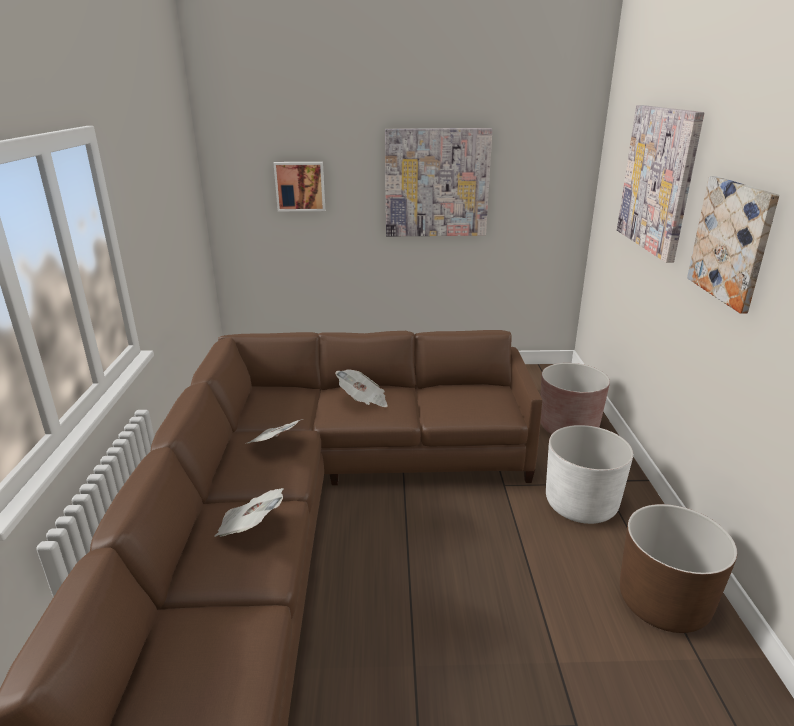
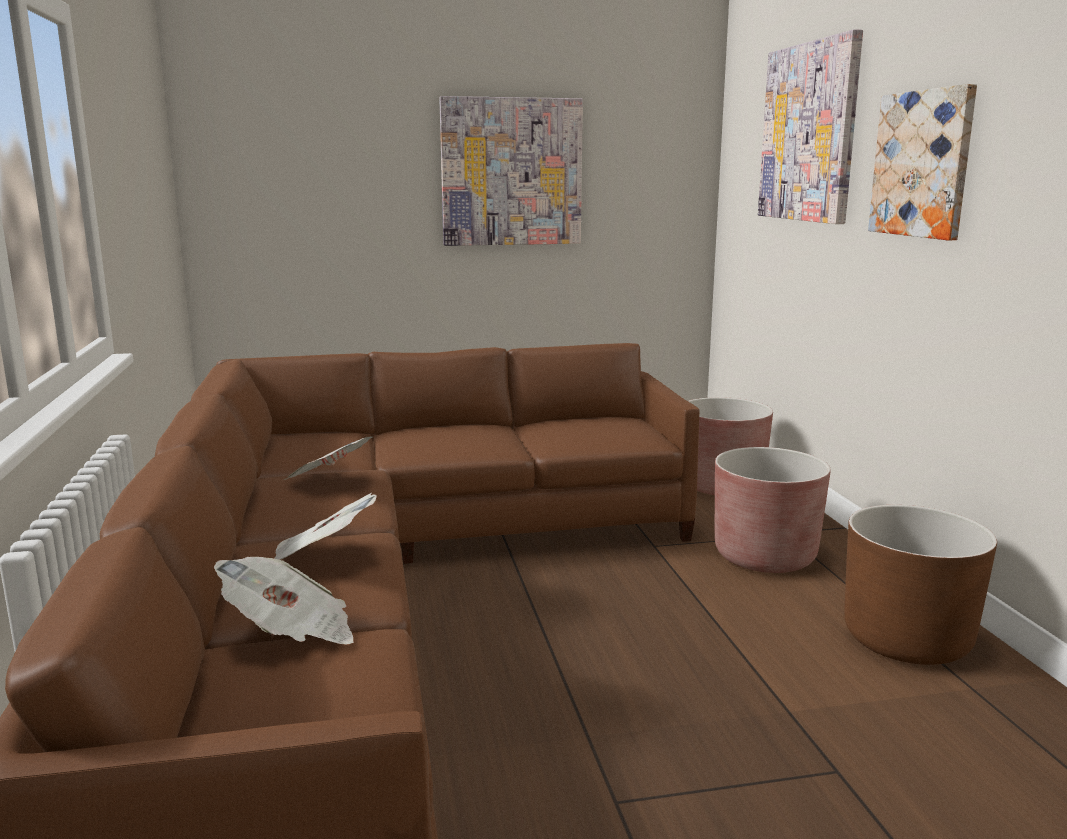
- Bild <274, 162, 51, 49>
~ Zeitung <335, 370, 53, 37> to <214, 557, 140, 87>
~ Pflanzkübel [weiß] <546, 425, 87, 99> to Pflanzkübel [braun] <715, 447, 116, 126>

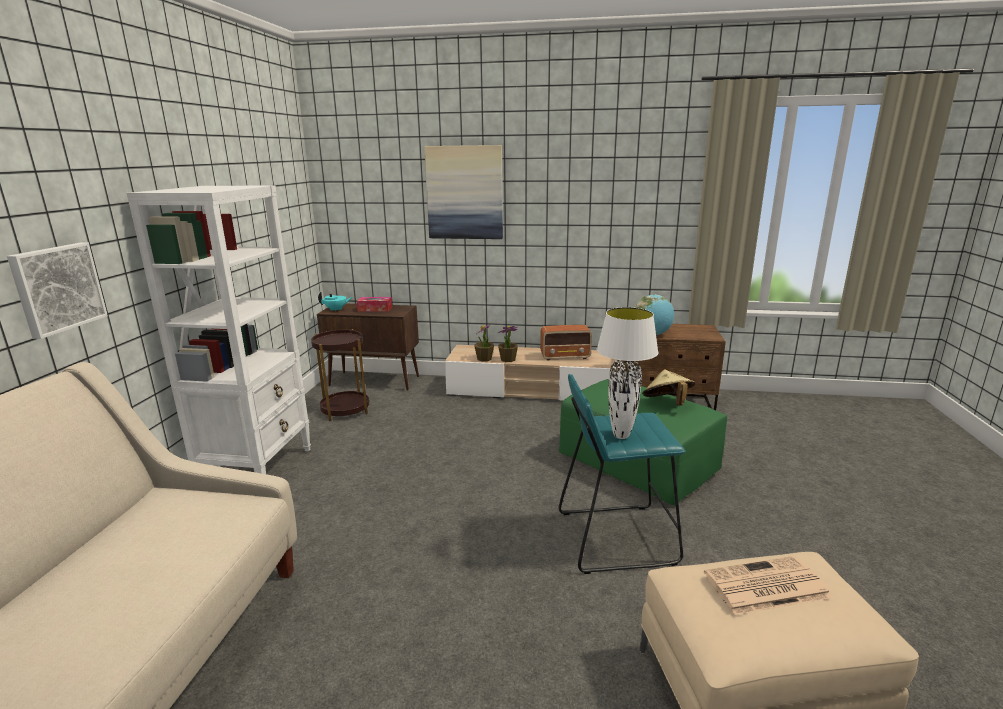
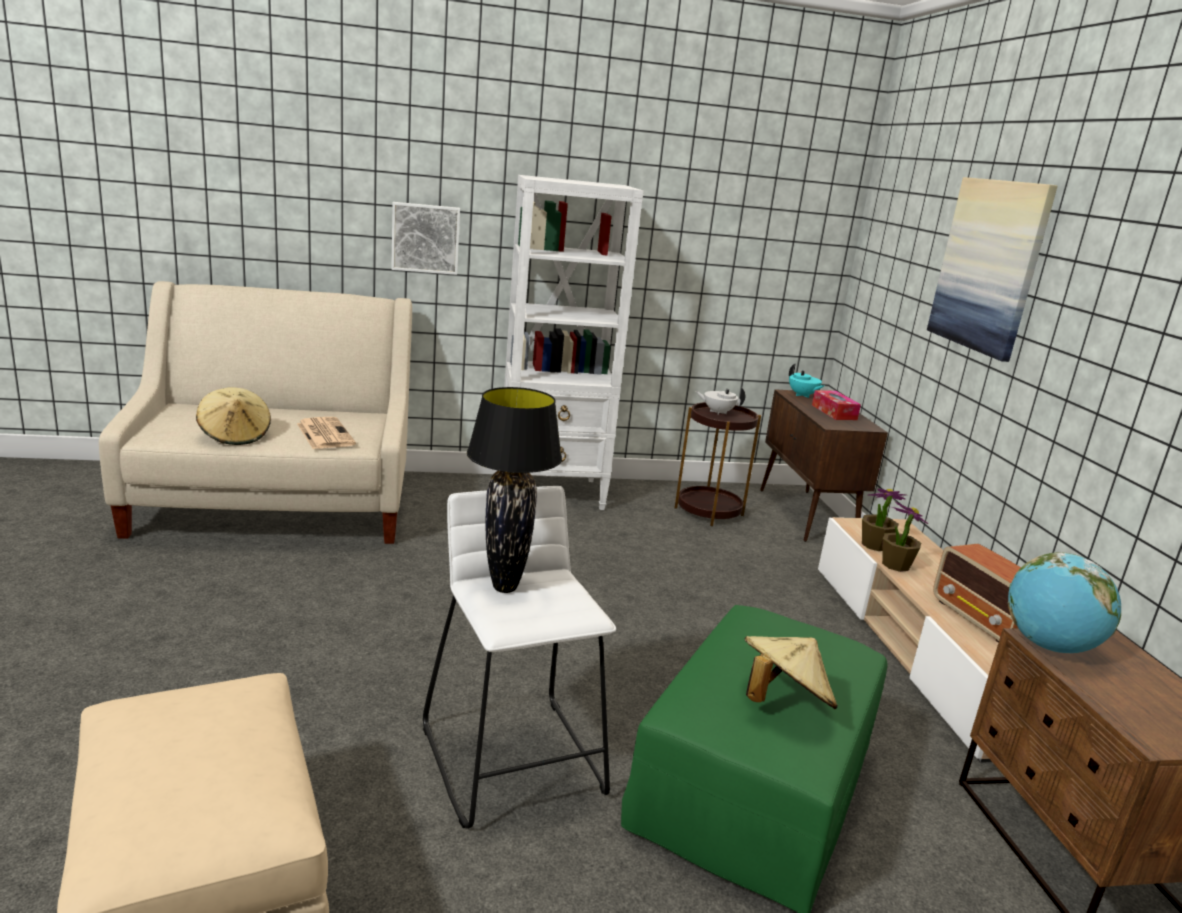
~ Tischlampe [weiß] <597, 307, 61, 132> to Tischlampe [schwarz] <467, 387, 95, 206>
~ Hocker [türkis] <558, 374, 128, 200> to Hocker [weiß] <423, 486, 193, 343>
~ Zeitung <704, 556, 128, 59> to <297, 417, 59, 32>
+ Hut [beige] <196, 387, 75, 58>
+ Teekanne [weiß] <695, 387, 50, 28>

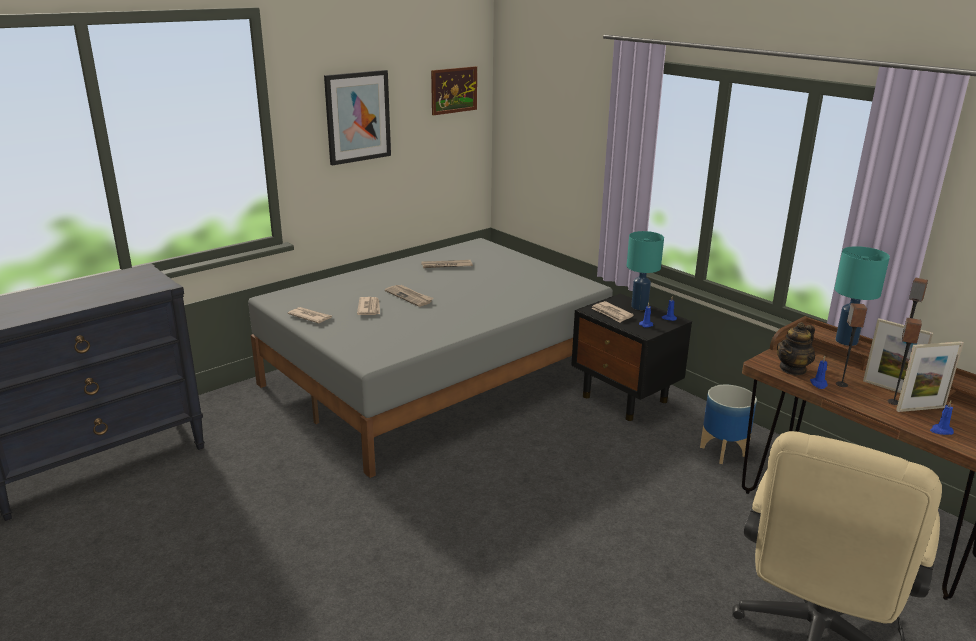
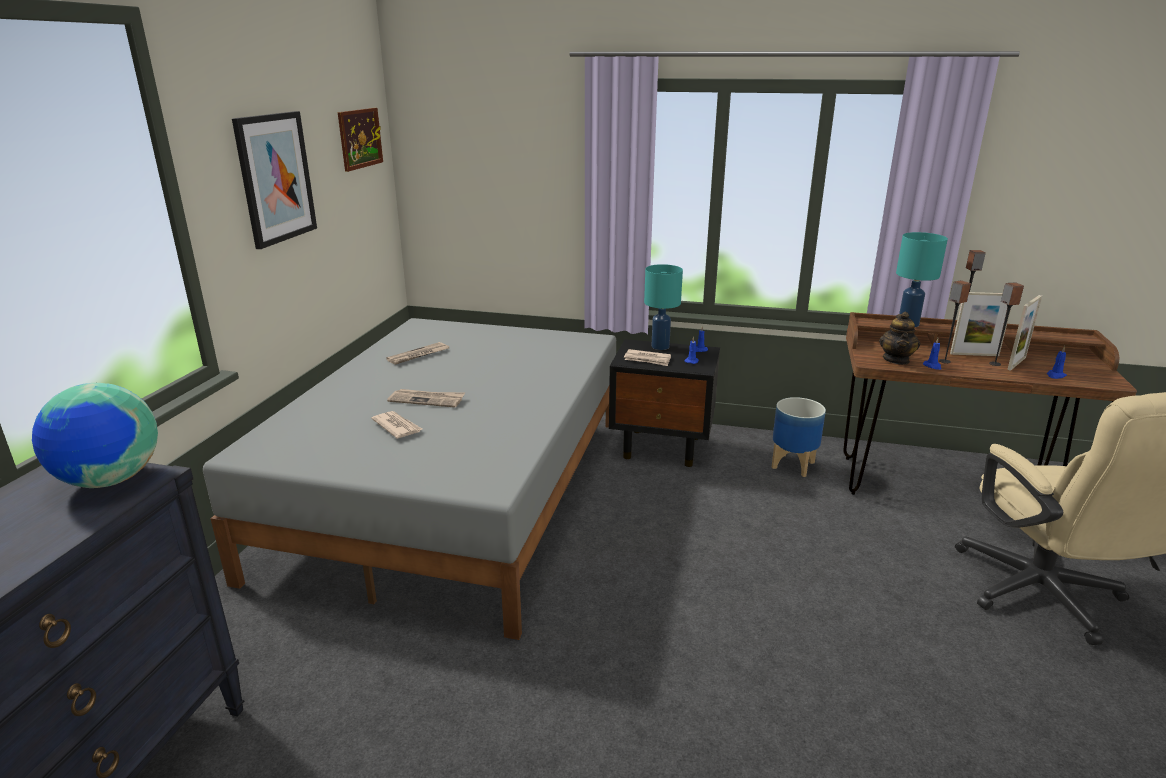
- Zeitung <288, 307, 44, 16>
+ Globus <32, 383, 126, 105>

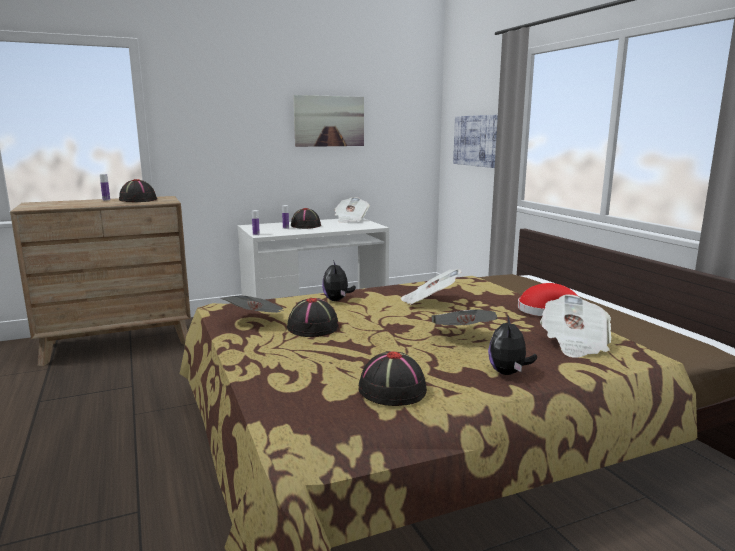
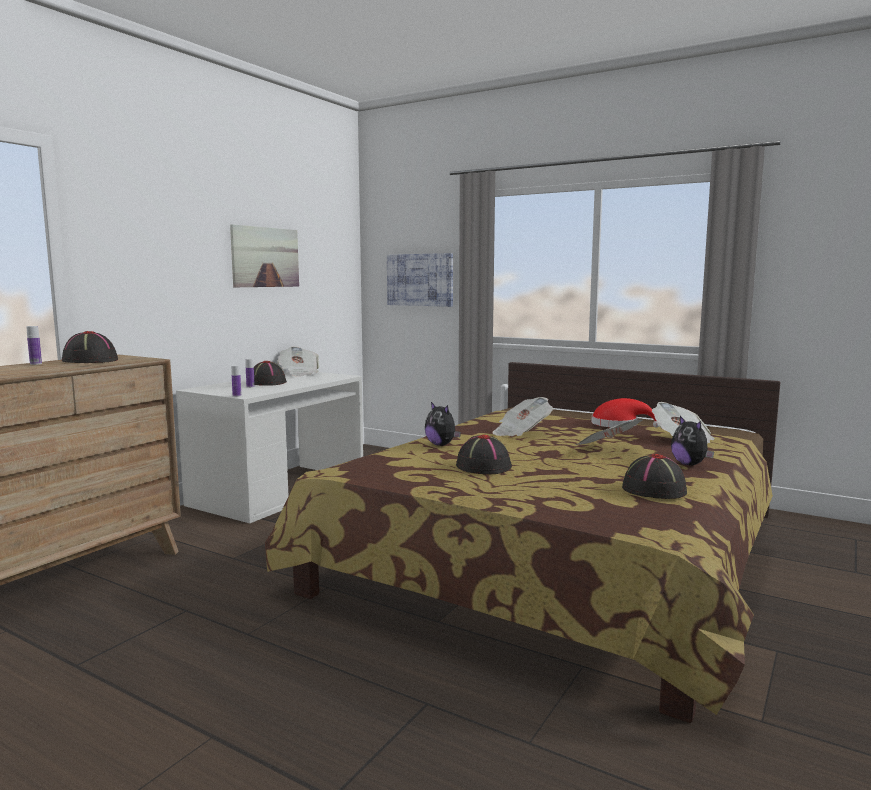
- Zeitung <220, 296, 64, 17>

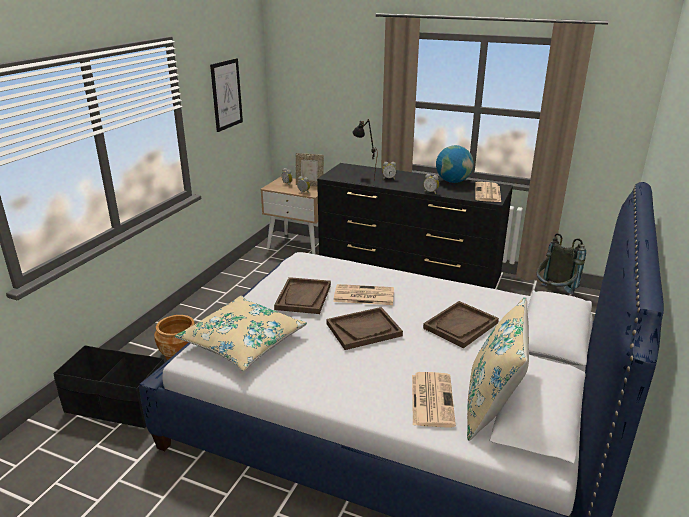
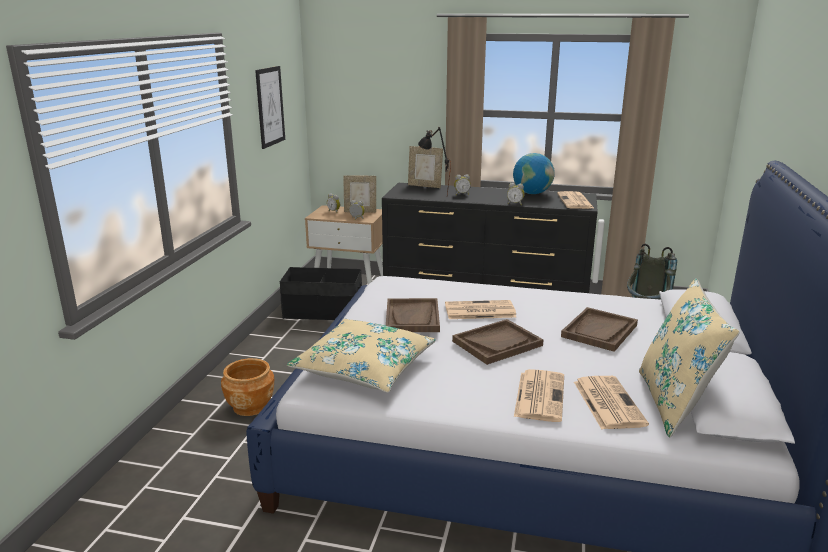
~ Aufbewahrungsbox [schwarz] <53, 345, 111, 83> to <280, 267, 82, 53>
+ Bilderrahmen <408, 146, 35, 42>
+ Zeitung <514, 369, 50, 53>

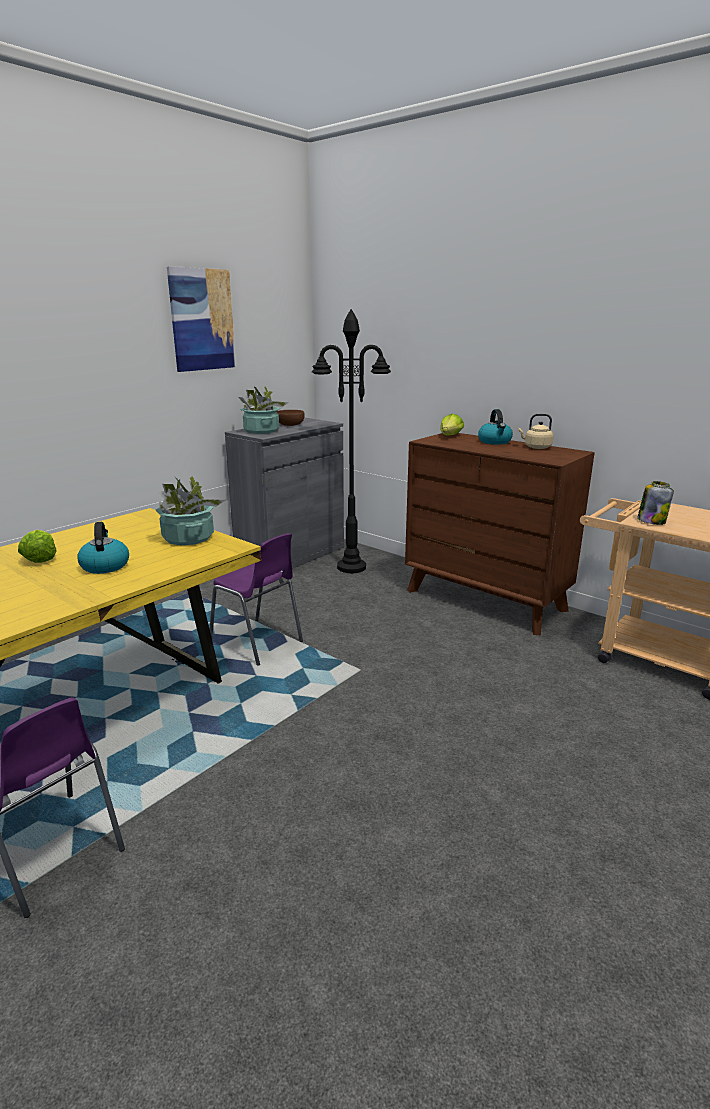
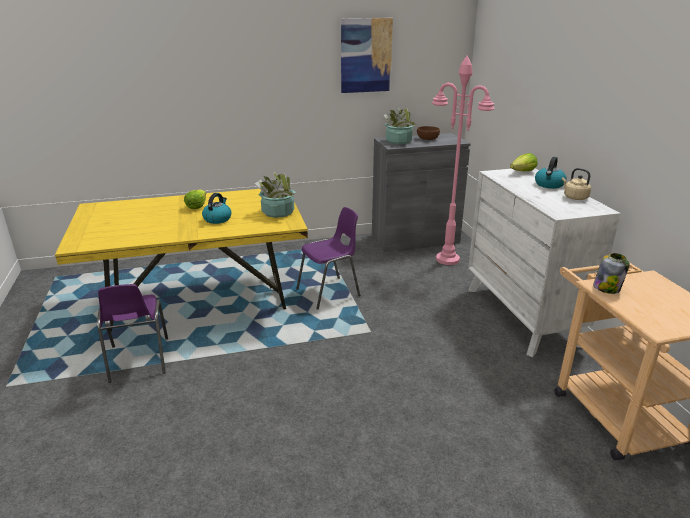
~ Stehlampe [schwarz] <312, 309, 79, 264> to Stehlampe [rosa] <432, 56, 62, 209>
~ Kommode [braun] <405, 433, 190, 202> to Kommode [weiß] <468, 168, 153, 189>
~ Stuhl [lila] <210, 533, 93, 133> = <296, 207, 64, 102> 105 degrees counterclockwise

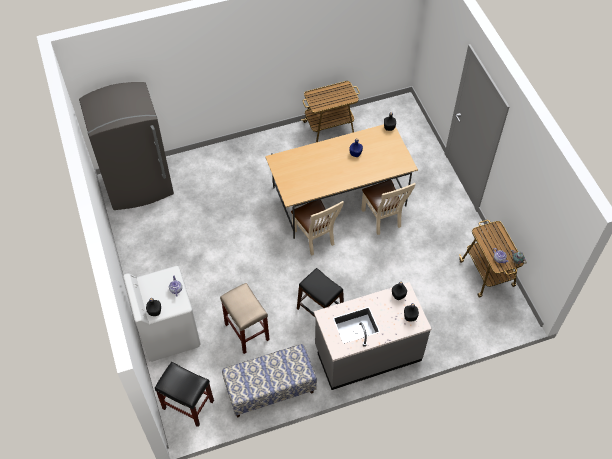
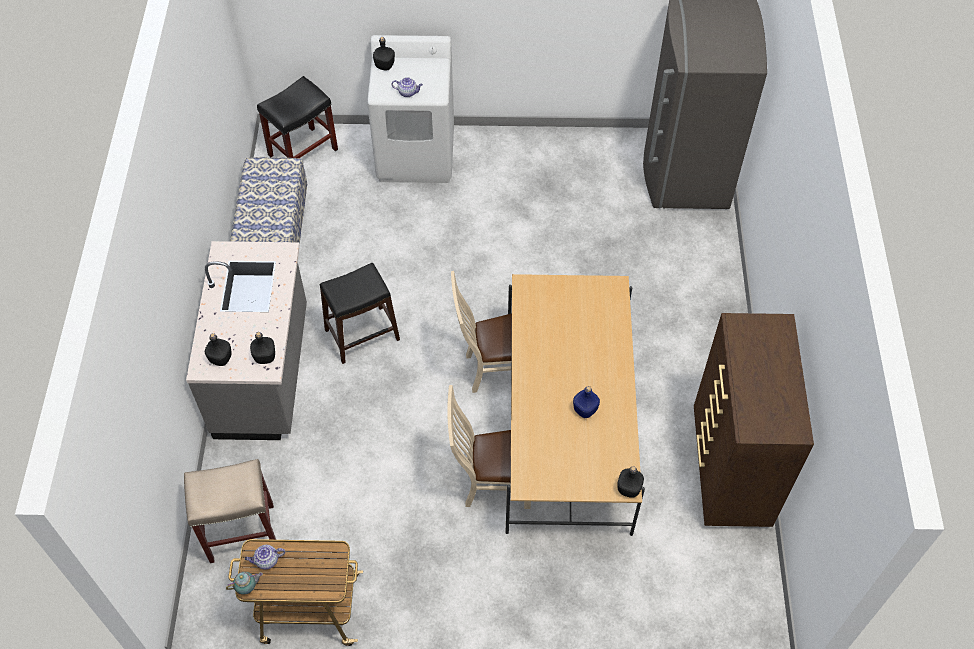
~ Rollwagen <301, 81, 59, 61> to Kommode [braun] <694, 313, 120, 214>
~ Hocker [beige] <220, 283, 50, 71> to <184, 459, 92, 104>

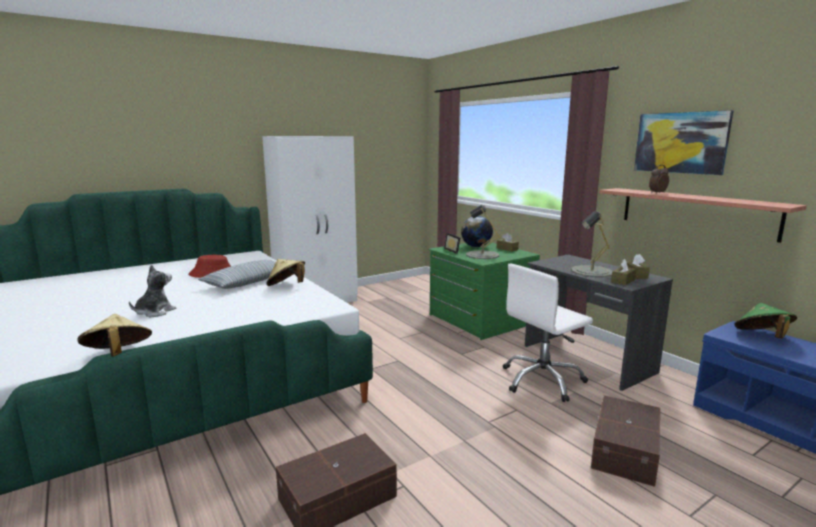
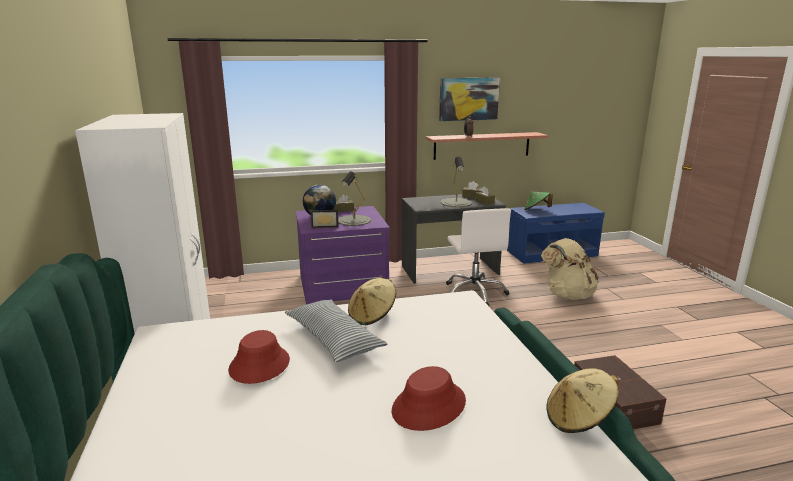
~ Kommode [grün] <428, 242, 112, 98> to Kommode [lila] <295, 206, 95, 98>
~ Plüschtier <129, 265, 47, 52> to Hut [rot] <391, 366, 75, 65>
~ Aufbewahrungsbox [braun] <591, 395, 69, 92> to Rucksack [beige] <541, 238, 58, 62>

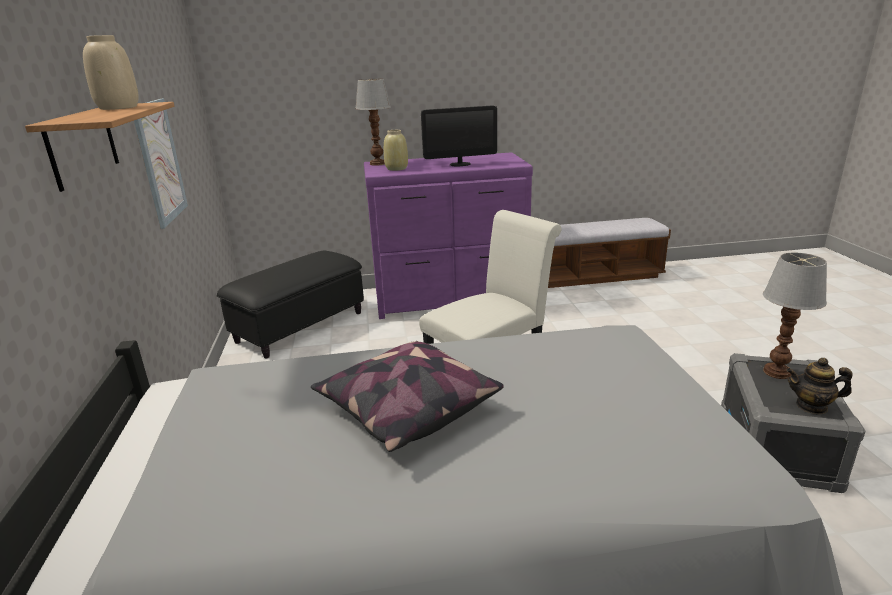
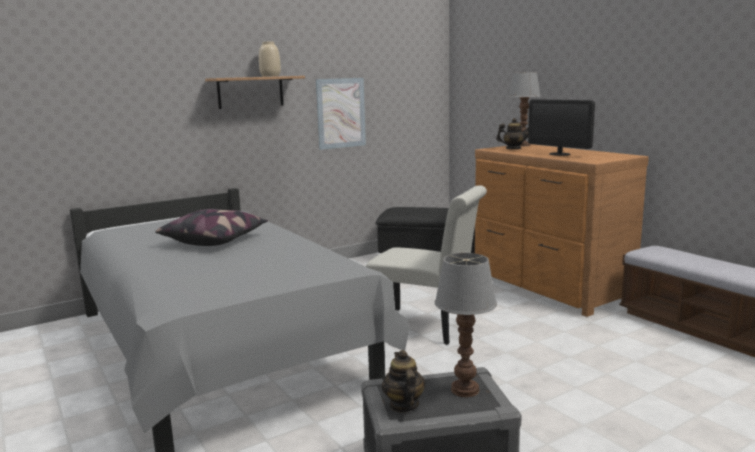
~ Vase [beige] <384, 130, 24, 41> to Teekanne <496, 118, 32, 31>
~ Kommode [lila] <364, 152, 169, 167> to Kommode [braun] <475, 144, 174, 173>

